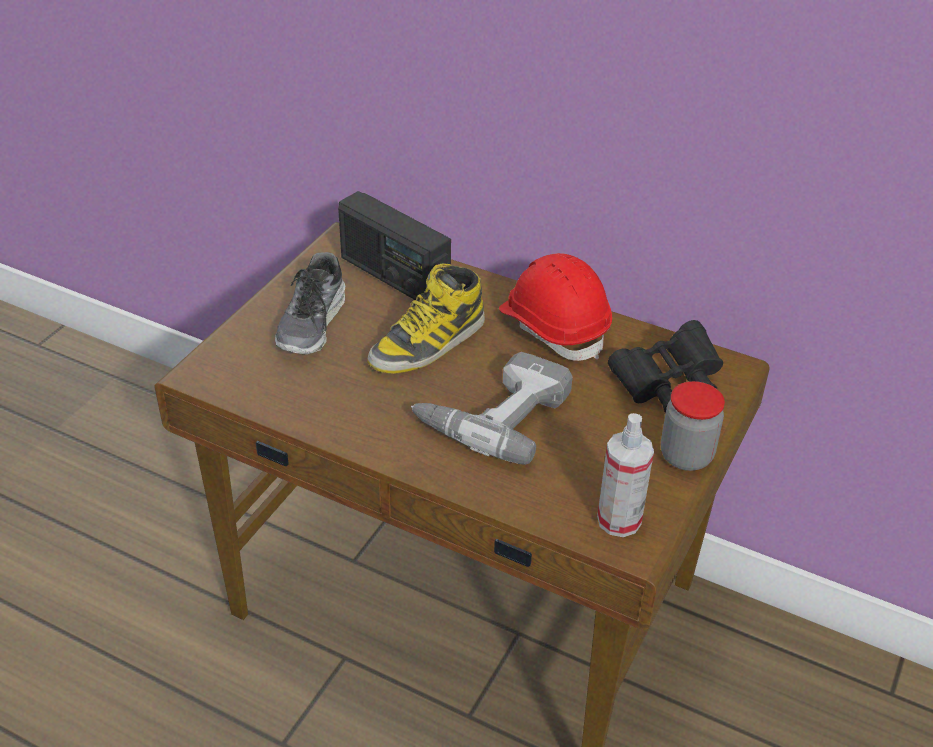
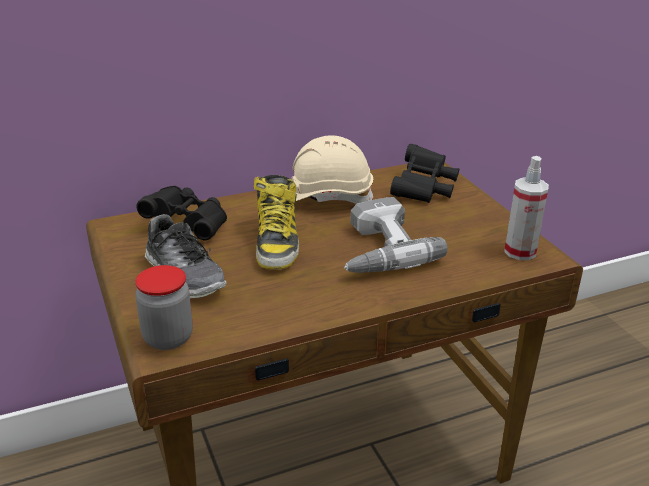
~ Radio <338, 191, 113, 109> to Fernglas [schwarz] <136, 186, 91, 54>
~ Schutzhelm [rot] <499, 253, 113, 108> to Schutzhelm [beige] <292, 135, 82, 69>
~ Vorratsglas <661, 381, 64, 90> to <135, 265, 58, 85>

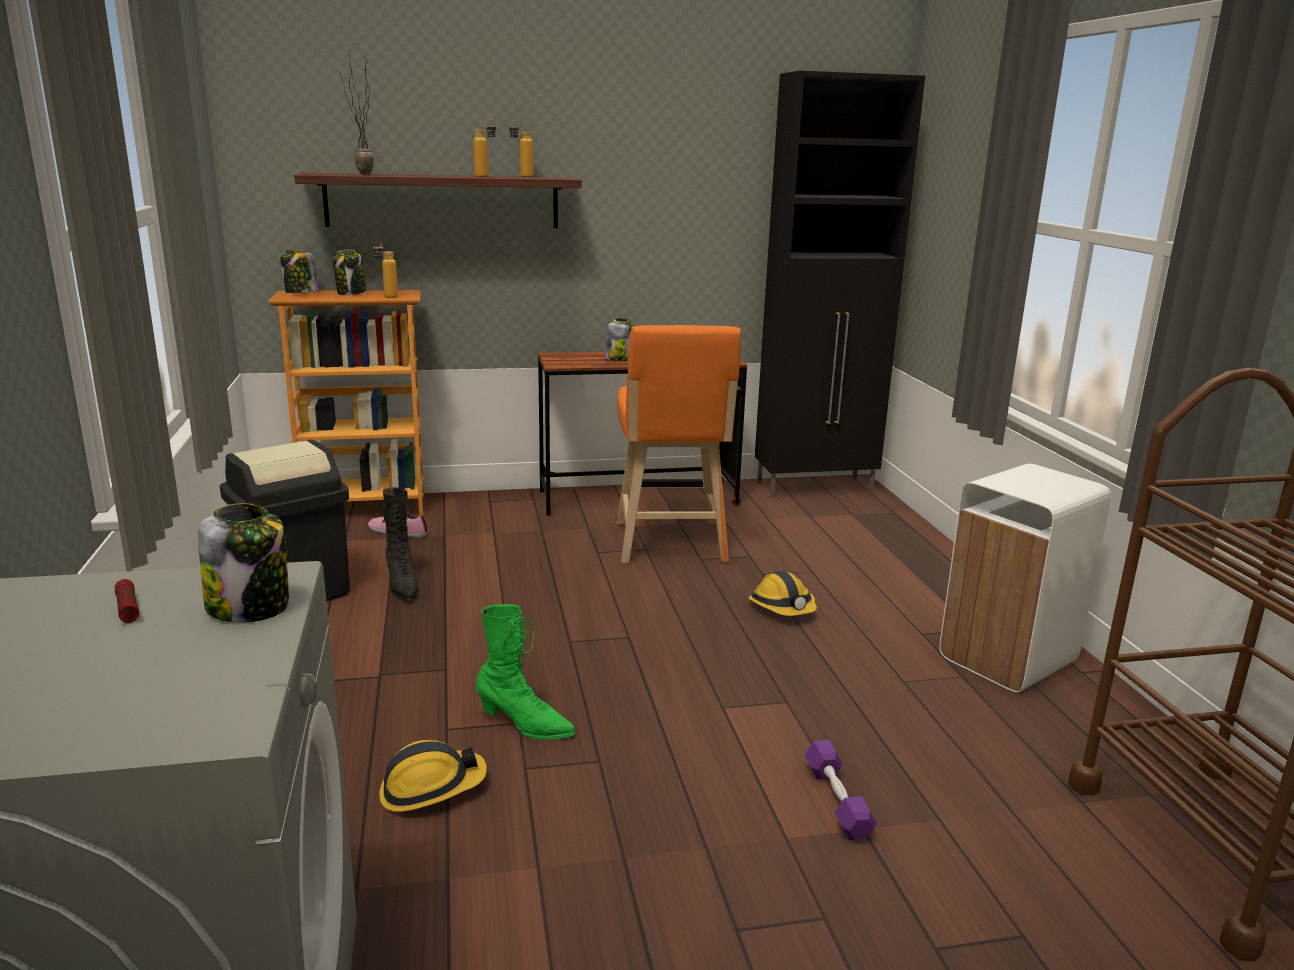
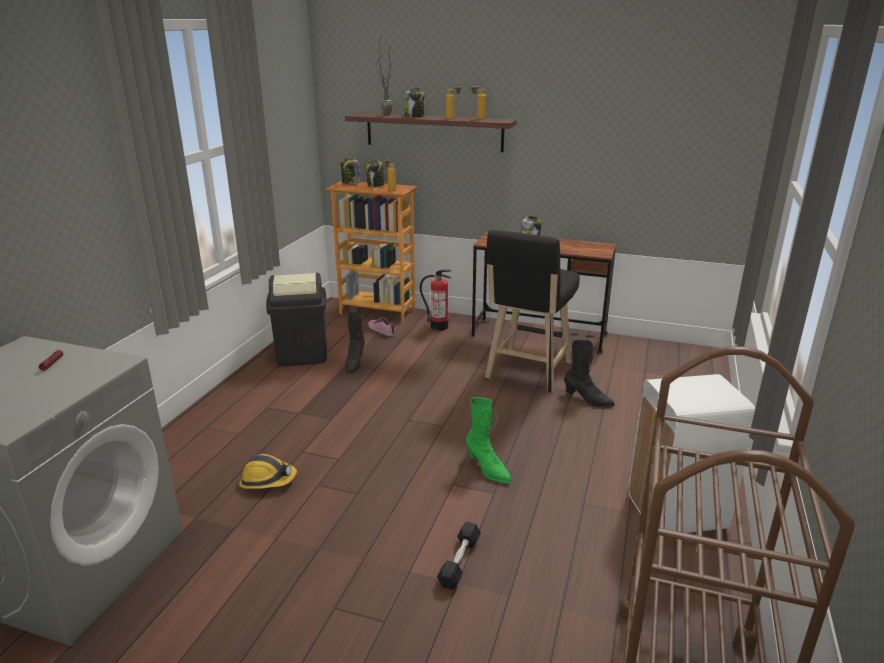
- Schrank [schwarz] <755, 71, 170, 426>
~ Hocker [orange] <617, 325, 124, 239> to Hocker [schwarz] <485, 230, 95, 163>
~ Vorratsglas <198, 503, 91, 120> to <405, 88, 20, 30>
- Schutzhelm <749, 571, 68, 45>
~ Stiefel [grün] <476, 604, 99, 135> to <466, 397, 45, 86>
~ Hantel [lila] <805, 740, 72, 100> to Hantel [schwarz] <437, 522, 44, 67>
+ Feuerlöscher <420, 270, 32, 61>
+ Stiefel [schwarz] <564, 340, 51, 68>

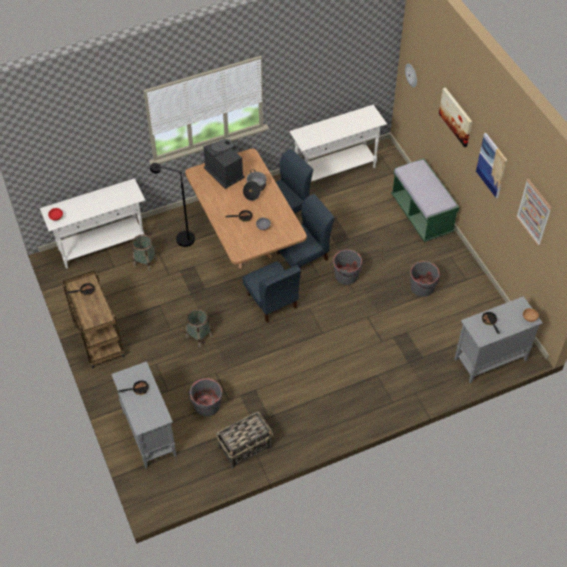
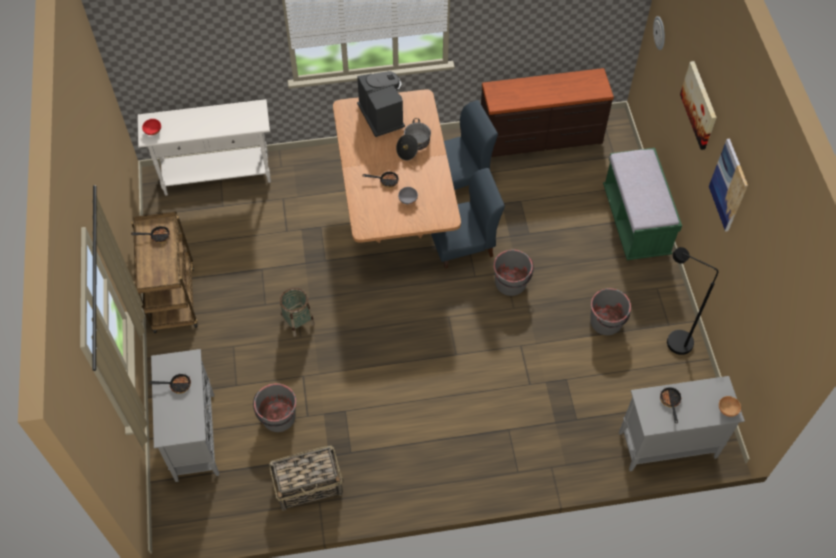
~ Konsolentisch [weiß] <289, 105, 98, 77> to Kommode [braun] <481, 68, 133, 89>
~ Stehlampe [schwarz] <150, 163, 45, 84> to <667, 247, 51, 108>
- Bild <516, 179, 36, 67>
- Korb <132, 234, 25, 37>
- Stuhl [blau] <243, 261, 58, 61>

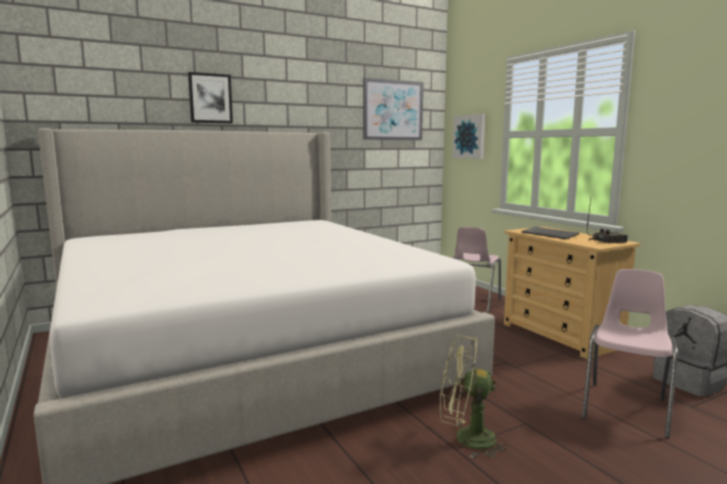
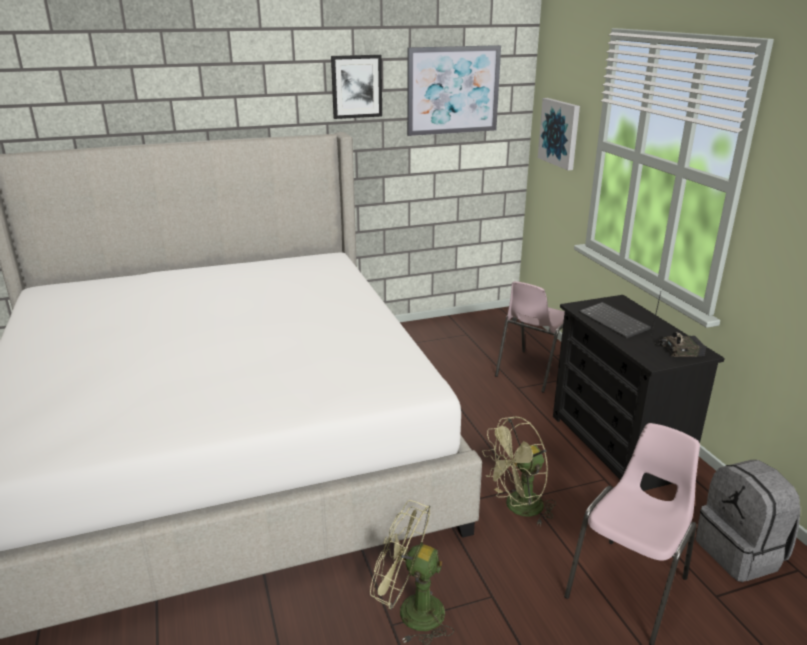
~ Bild <188, 72, 45, 51> to <331, 55, 51, 64>
~ Kommode [beige] <504, 227, 136, 132> to Kommode [schwarz] <553, 295, 172, 196>
+ Ventilator [grün] <482, 416, 74, 110>

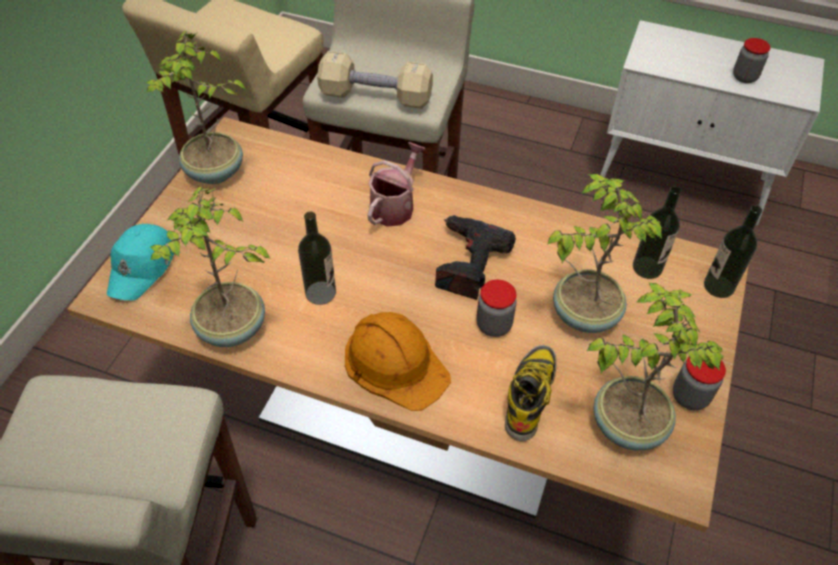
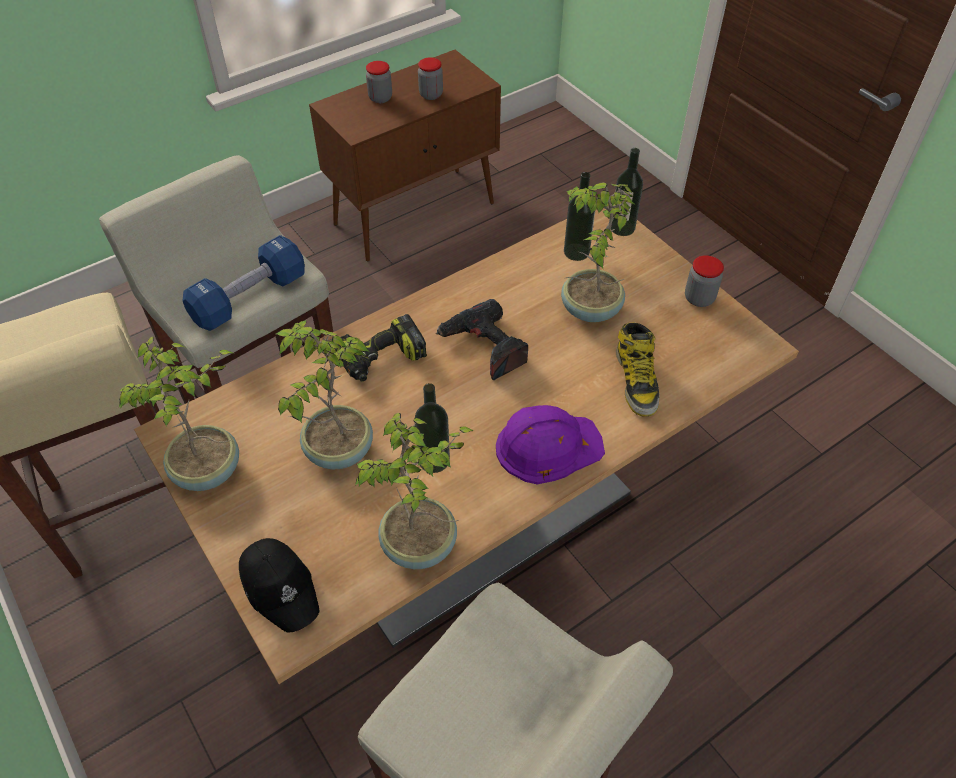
~ Schrank [weiß] <600, 20, 224, 206> to Schrank [braun] <309, 50, 192, 211>
~ Hantel [beige] <317, 51, 116, 58> to Hantel [blau] <182, 235, 123, 96>
~ Gießkanne <368, 142, 58, 85> to Bohrmaschine <335, 314, 92, 68>
~ Kappe [türkis] <107, 224, 67, 76> to Kappe [schwarz] <239, 538, 81, 95>
~ Vorratsglas <476, 280, 41, 57> to <366, 61, 26, 42>
~ Topfpflanze <587, 282, 137, 169> to <276, 320, 97, 149>
~ Schutzhelm [orange] <345, 312, 106, 99> to Schutzhelm [lila] <496, 405, 109, 79>
~ Stiefel <505, 345, 52, 96> = <616, 323, 44, 94> 150 degrees counterclockwise

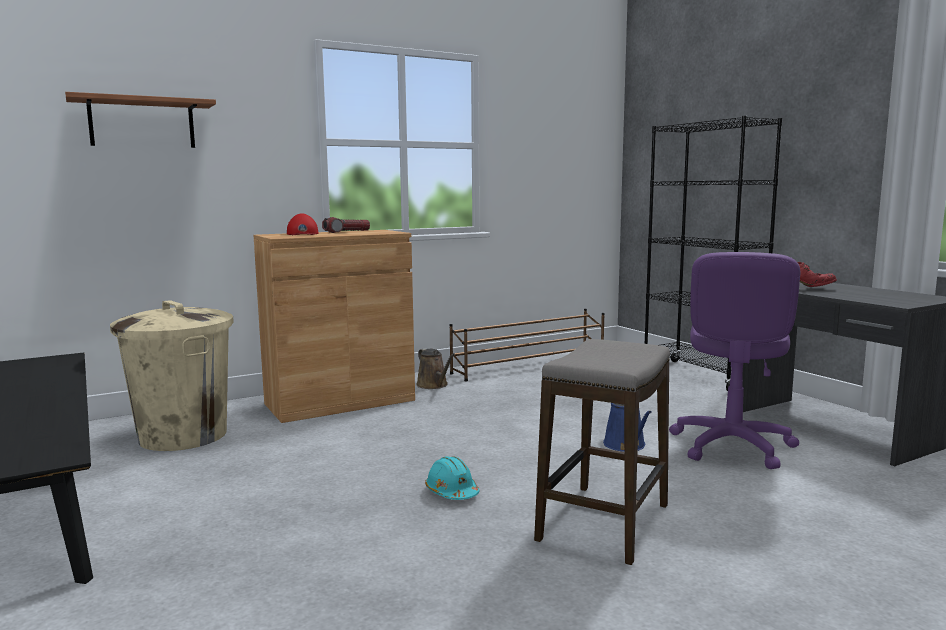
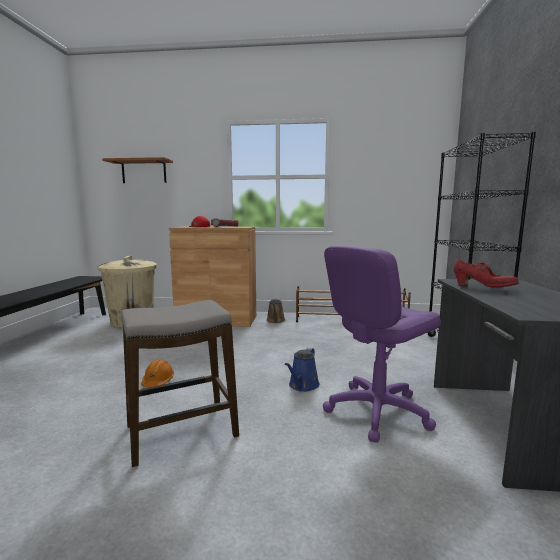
~ Schutzhelm [türkis] <425, 456, 54, 44> to Schutzhelm [orange] <141, 359, 33, 29>

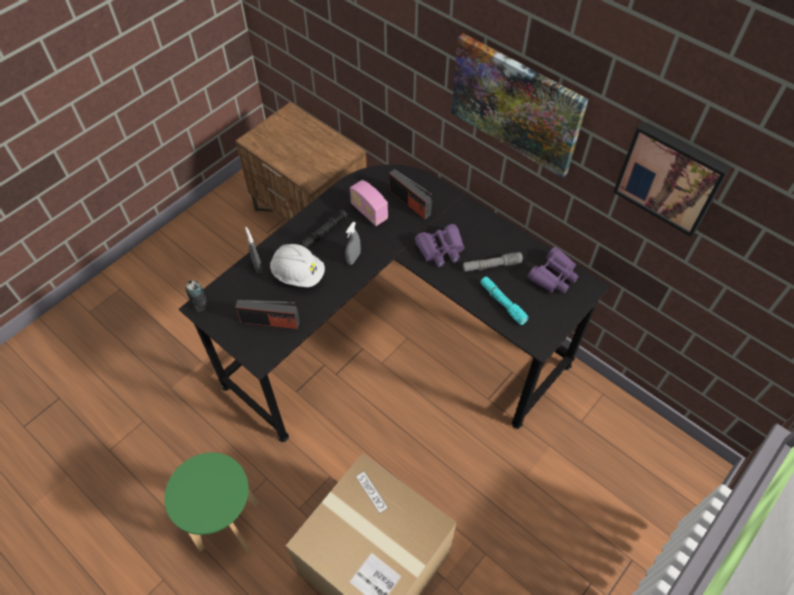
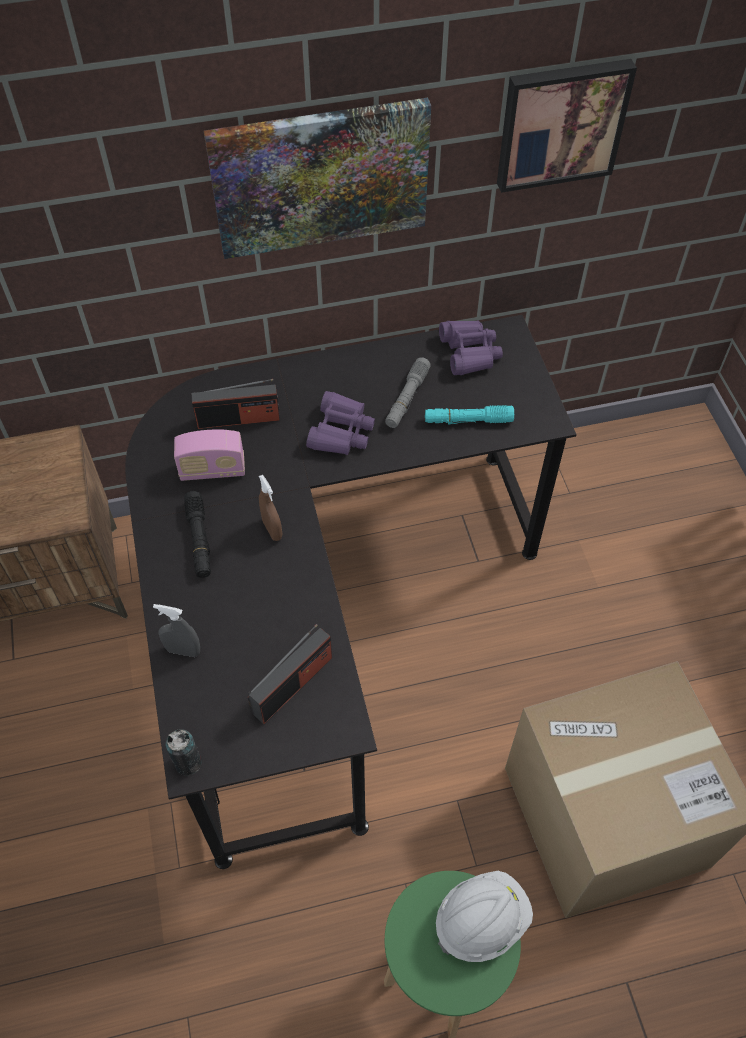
~ Sprühflasche [grau] <345, 222, 16, 43> to Sprühflasche [braun] <259, 475, 23, 66>
~ Schutzhelm [weiß] <270, 244, 55, 43> to <436, 871, 97, 91>

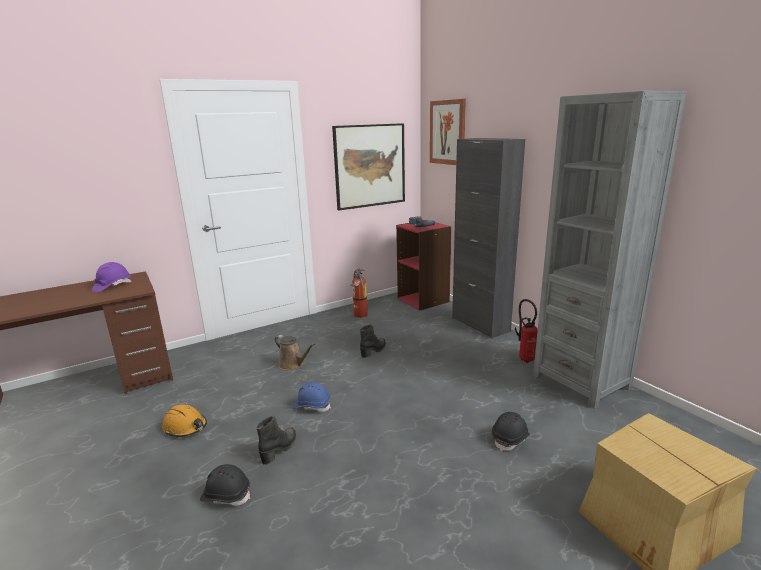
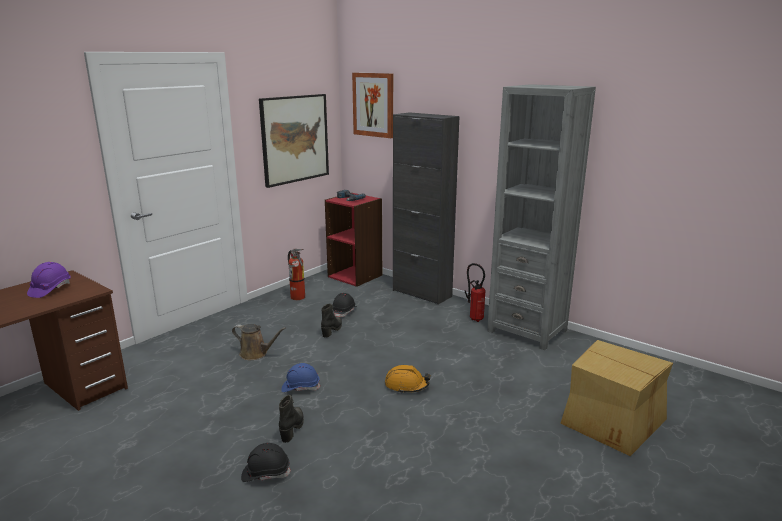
~ Schutzhelm [orange] <162, 404, 45, 33> to <385, 365, 46, 29>
~ Schutzhelm [schwarz] <492, 412, 38, 39> to <332, 293, 24, 24>

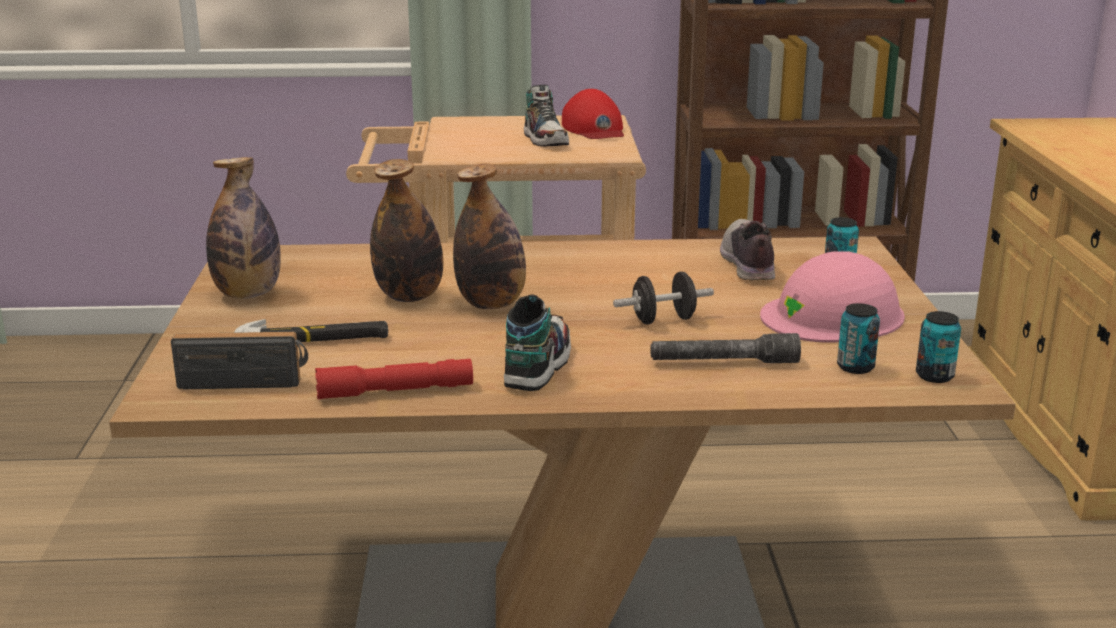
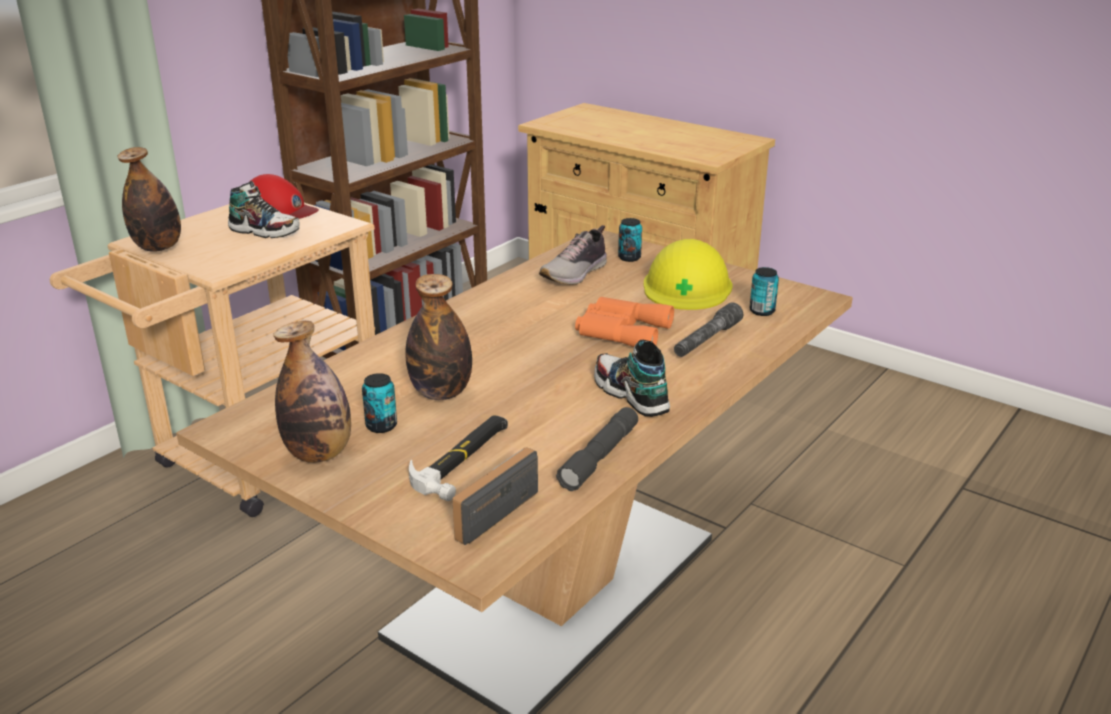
~ Flasche <453, 164, 73, 145> to <117, 147, 64, 105>
~ Schuh <720, 219, 55, 62> = <539, 225, 68, 60> 90 degrees counterclockwise
~ Schutzhelm [rosa] <760, 251, 145, 92> to Schutzhelm [gelb] <644, 239, 88, 71>
~ Hantel [schwarz] <613, 271, 101, 54> to Fernglas [orange] <575, 297, 99, 50>
~ Dose <916, 311, 45, 72> to <362, 373, 35, 60>
~ Taschenlampe [rot] <315, 359, 158, 40> to Taschenlampe [grau] <556, 407, 82, 84>

